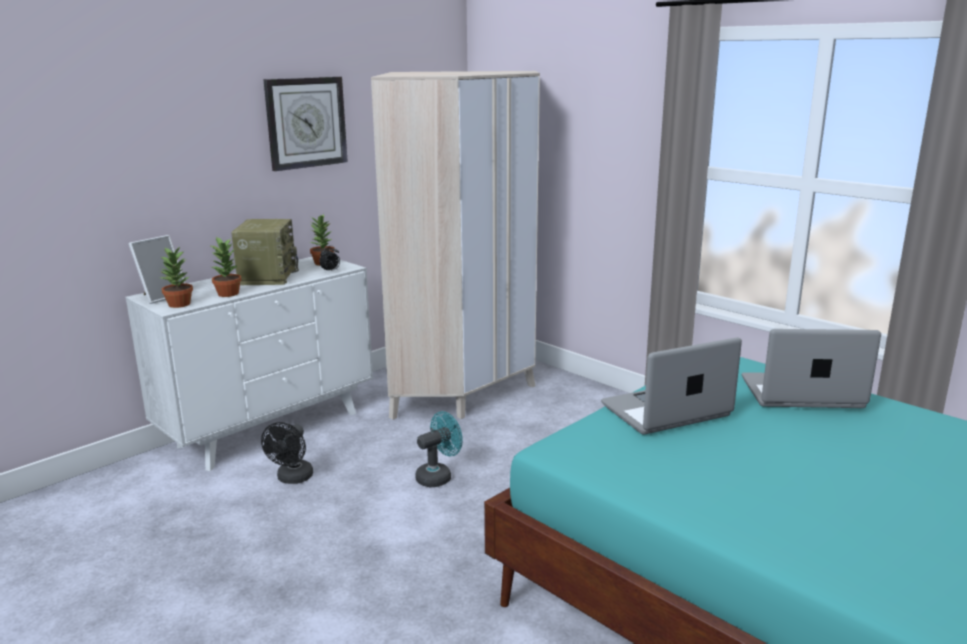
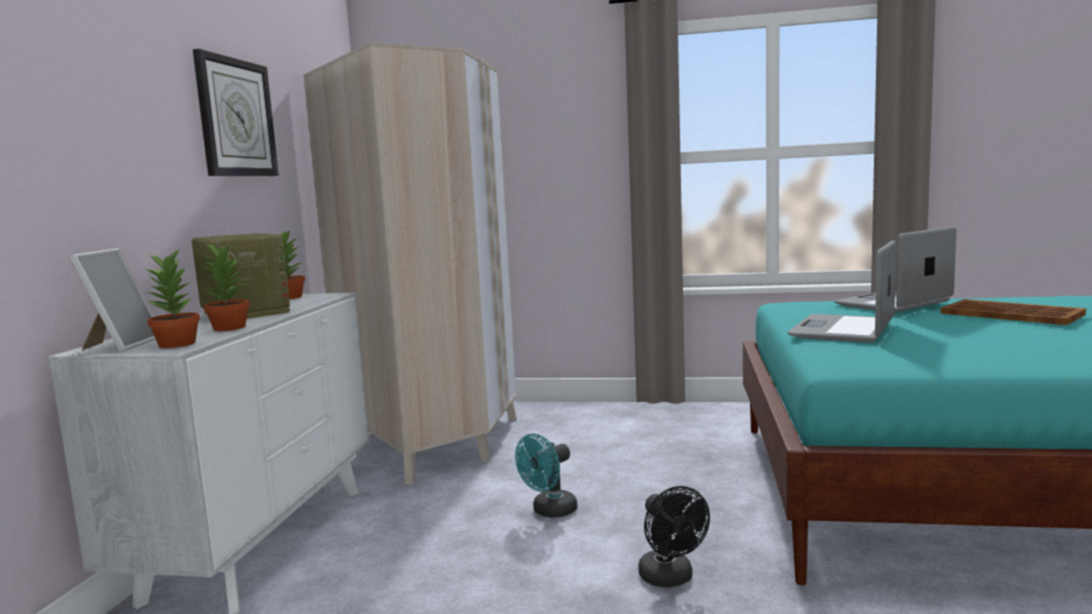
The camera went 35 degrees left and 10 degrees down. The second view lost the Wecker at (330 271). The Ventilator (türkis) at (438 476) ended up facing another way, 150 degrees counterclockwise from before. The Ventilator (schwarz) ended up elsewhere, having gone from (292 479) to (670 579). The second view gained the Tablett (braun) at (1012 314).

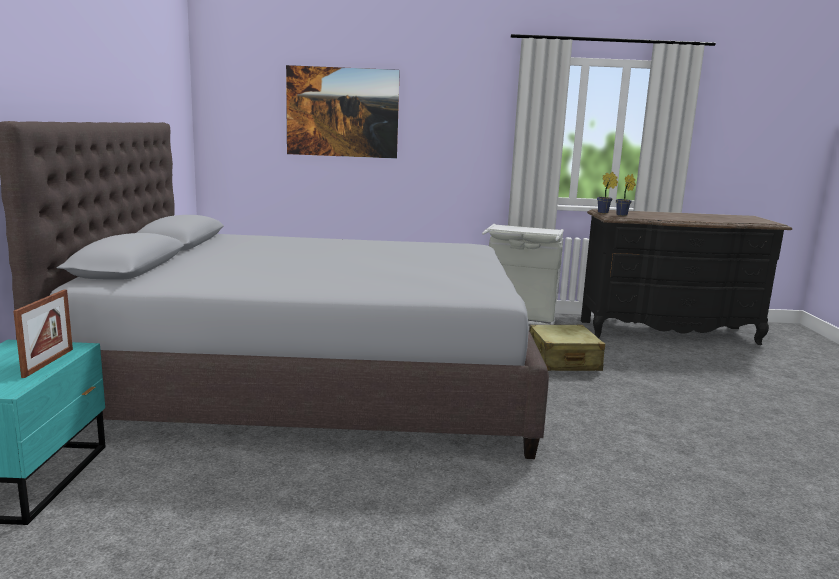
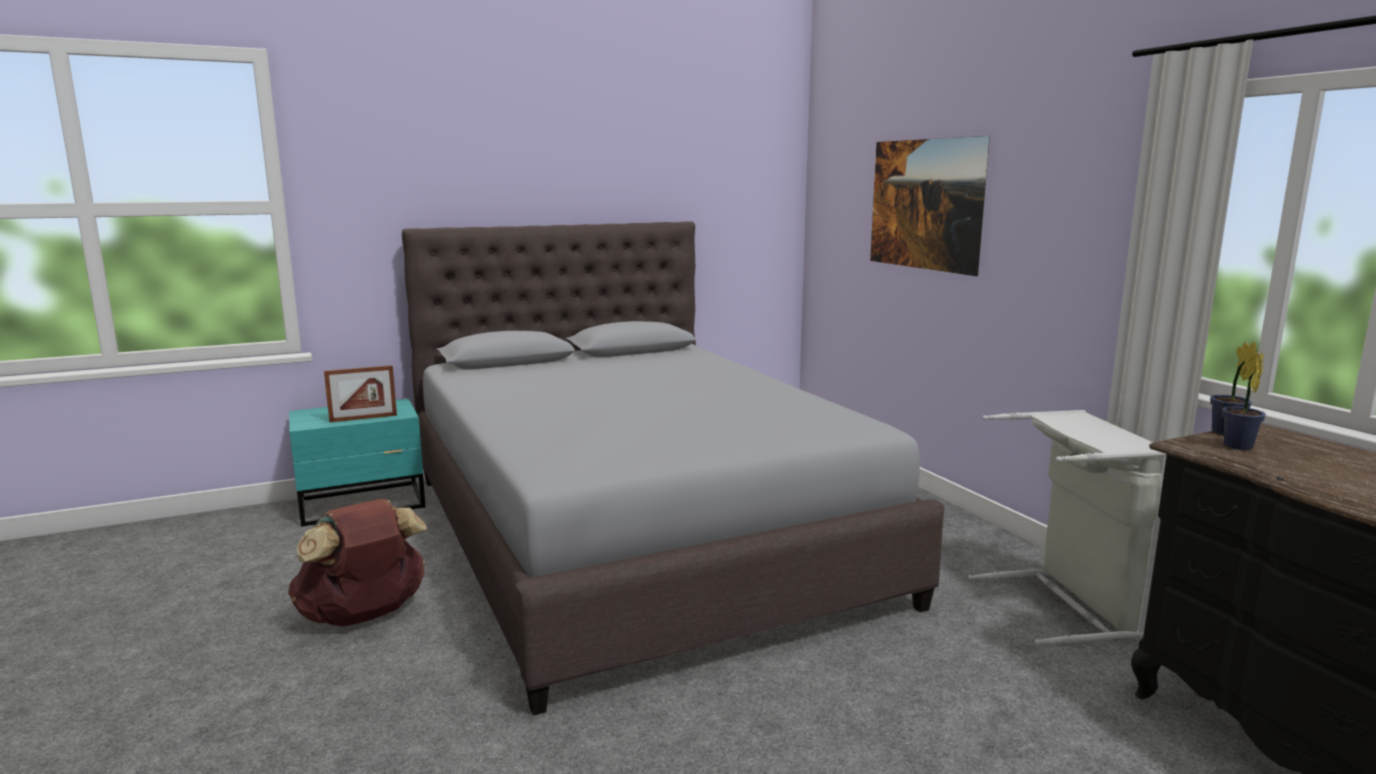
The camera went 65 degrees right and 0 degrees up. The second view lost the Koffer (beige) at (563 361). The second view gained the Rucksack (braun) at (364 616).

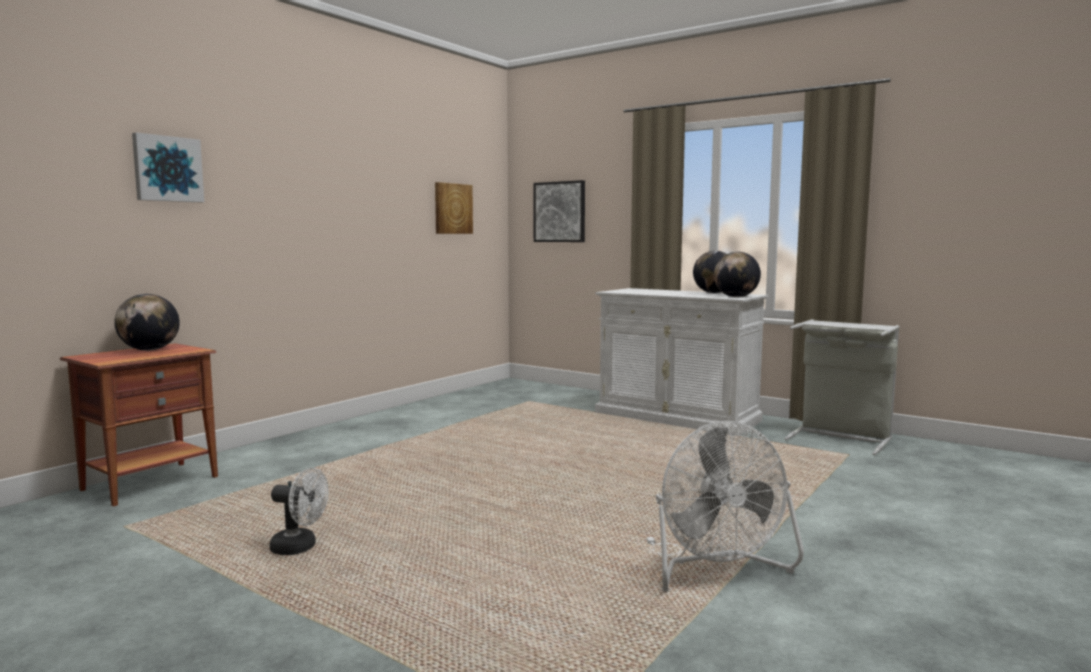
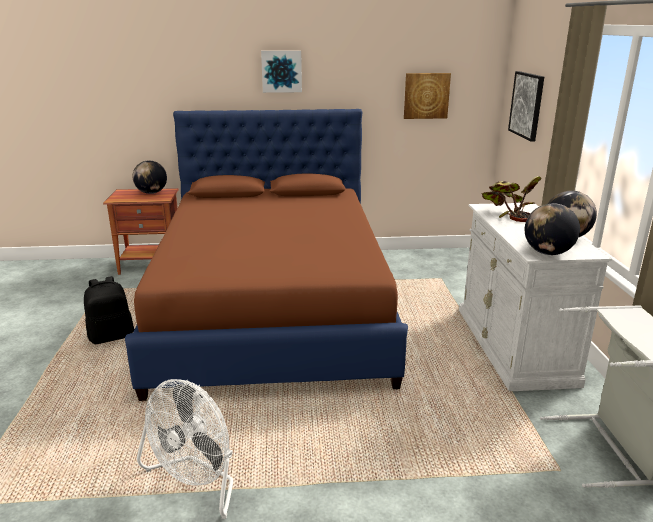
The camera went 50 degrees right and 15 degrees up. The Bild ended up elsewhere, having gone from (167 169) to (281 71). Where the Ventilator (weiß) stood at (300 547), the Rucksack (schwarz) came to stand at (112 336). The second view gained the Bett (braun) at (273 308). The second view gained the Topfpflanze at (508 214).

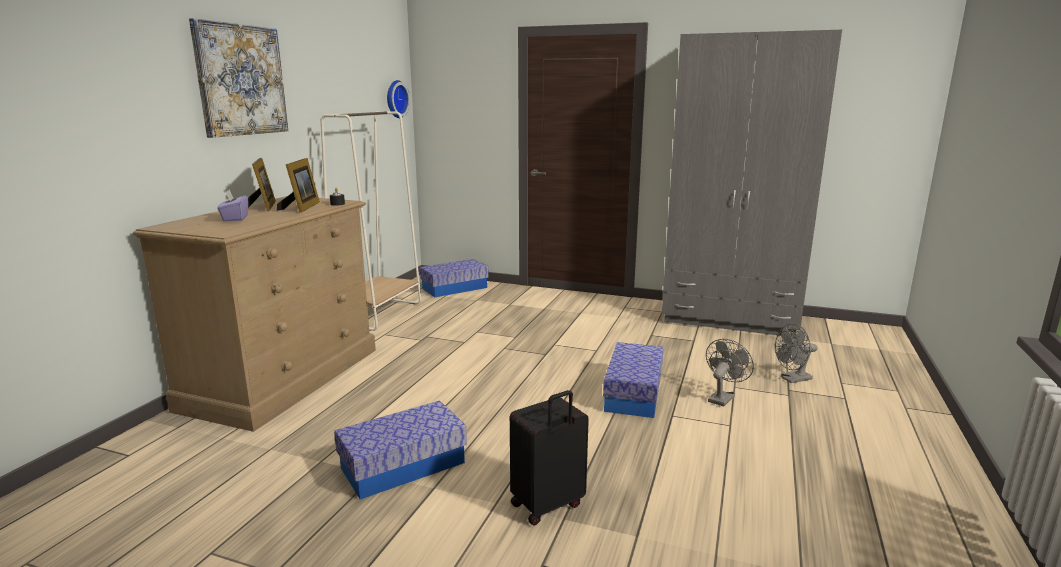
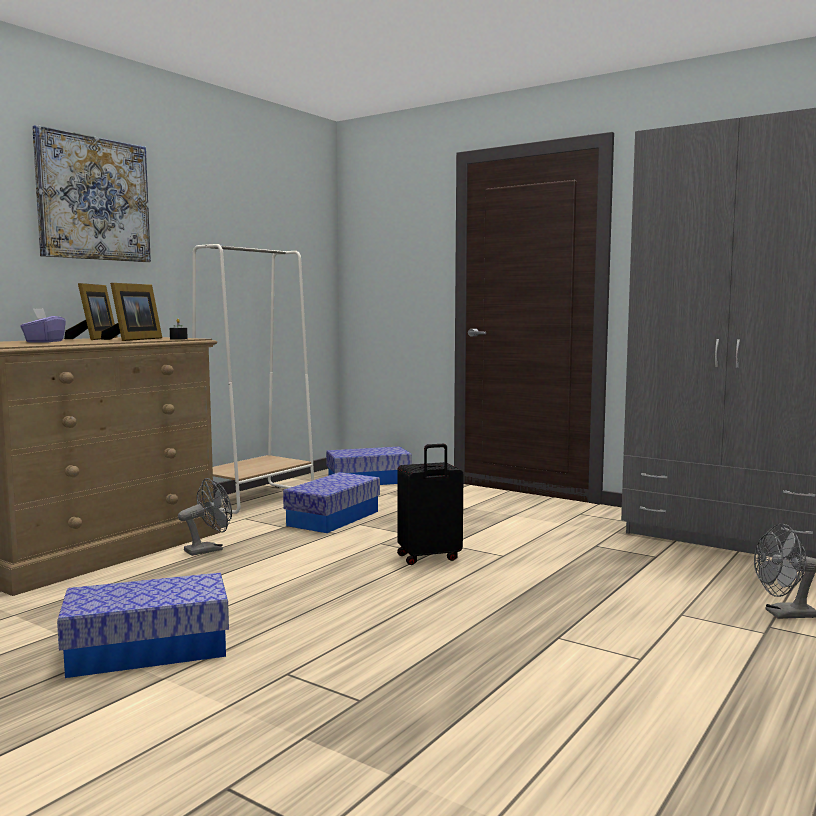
The camera went 15 degrees right and 10 degrees down. The second view lost the Wanduhr at (395 99). The Ventilator (grau) ended up elsewhere, having gone from (722 397) to (209 549). The Aufbewahrungsbox ended up elsewhere, having gone from (633 393) to (333 518). The Koffer (schwarz) ended up elsewhere, having gone from (548 505) to (429 558).

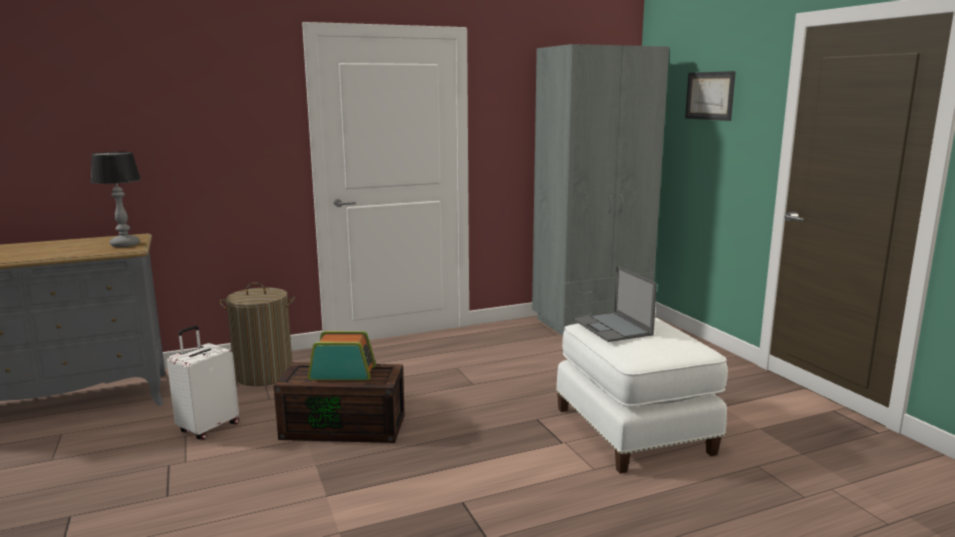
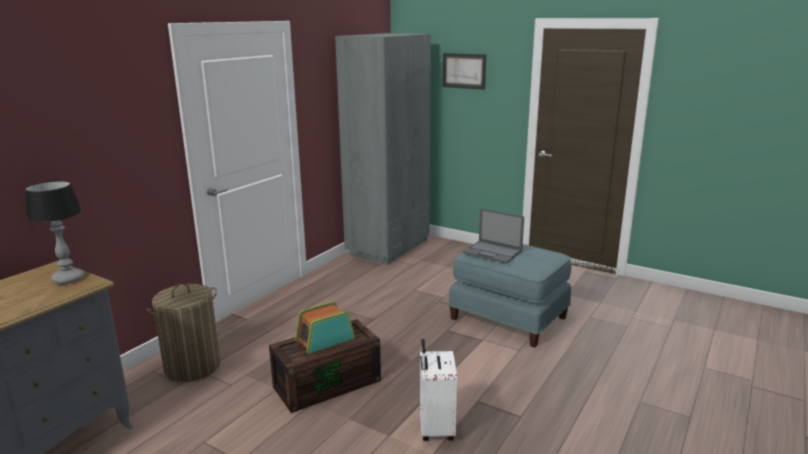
The camera went 35 degrees left and 5 degrees up. What was the Polsterhocker (weiß) at (635 430) turned into the Polsterhocker (blau) at (509 317). The Koffer (weiß) ended up elsewhere, having gone from (208 428) to (435 428).

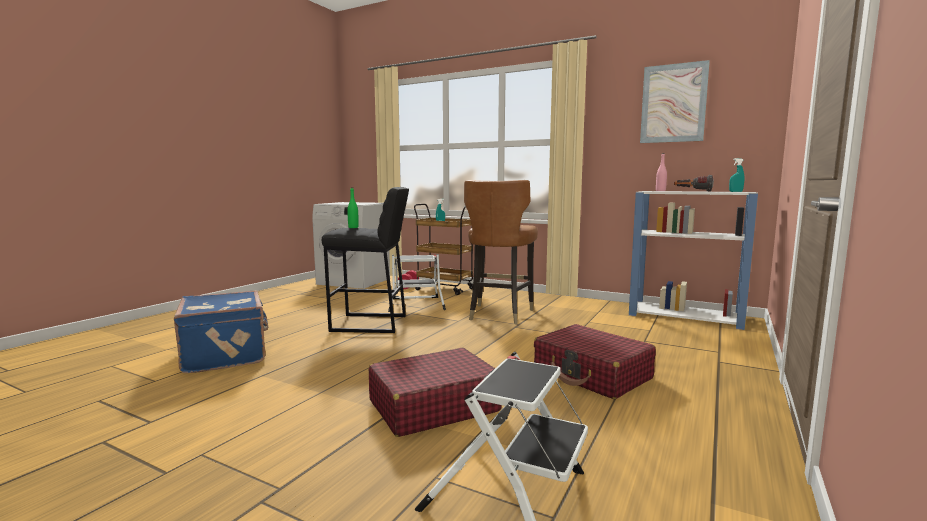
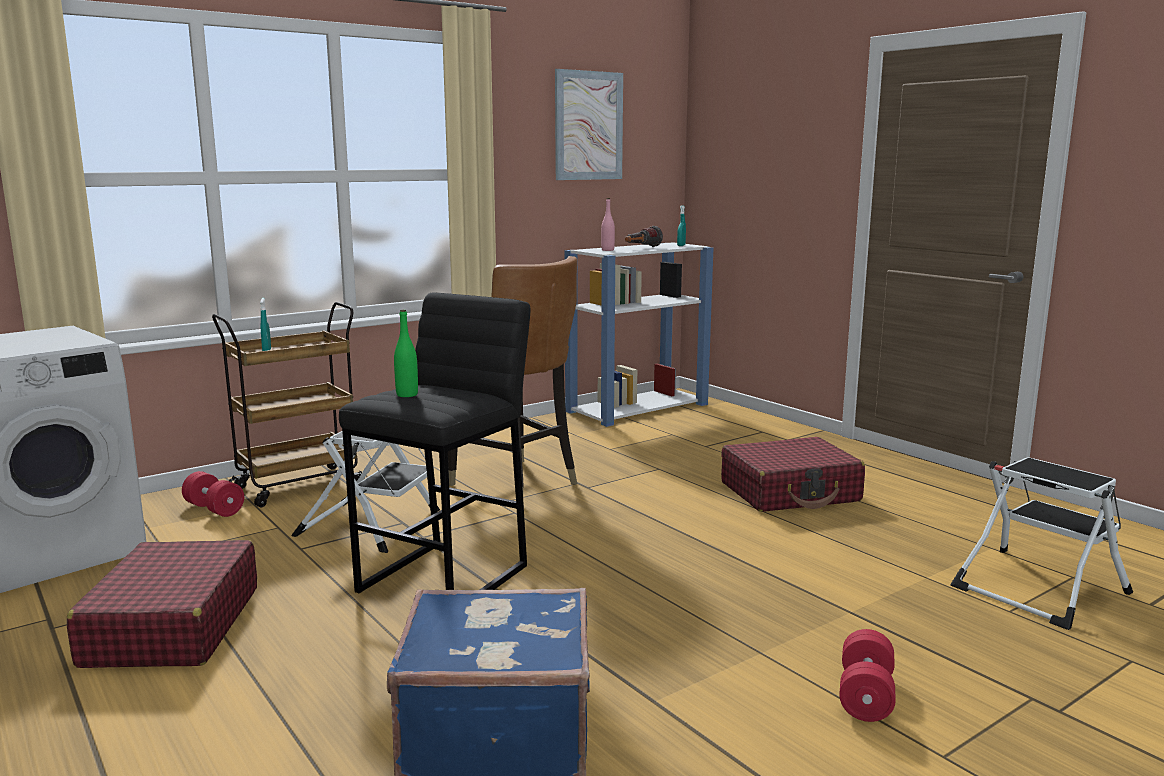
The camera went 65 degrees left and 5 degrees up. The Koffer (rot) ended up elsewhere, having gone from (433 406) to (172 626). The second view gained the Hantel (rot) at (865 696).

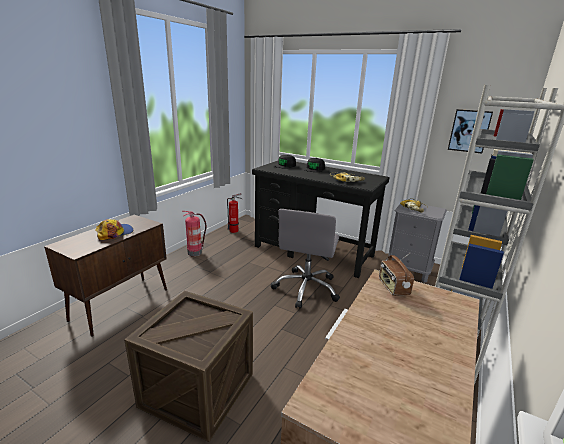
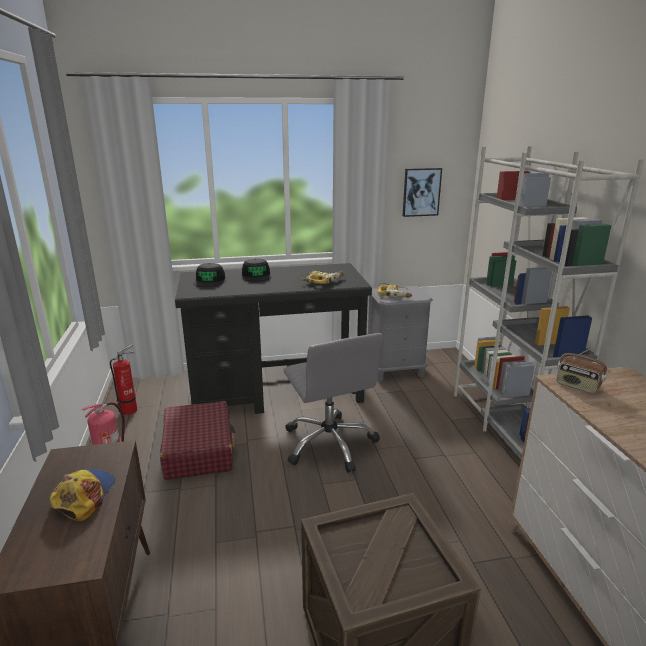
The camera went 40 degrees left and 0 degrees up. The second view gained the Koffer (rot) at (199 450).

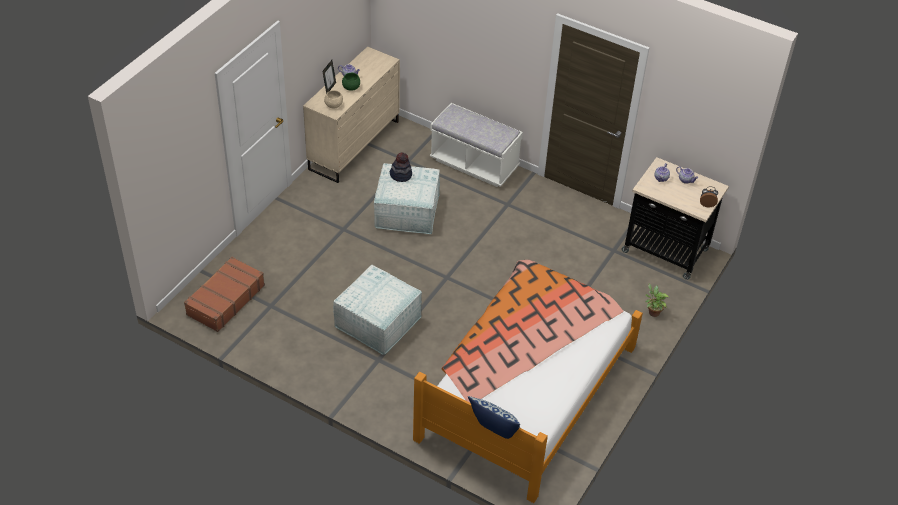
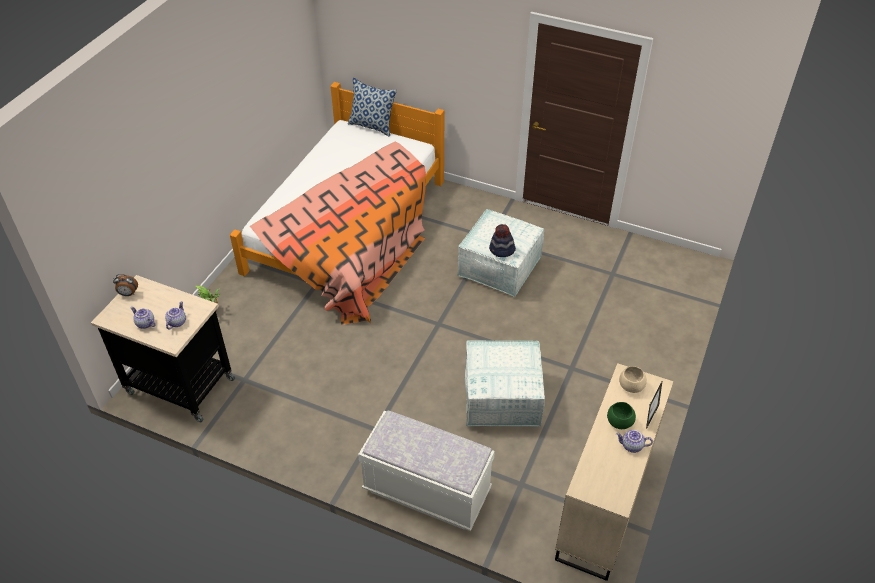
The camera went 175 degrees right and 0 degrees up. The Hut ended up elsewhere, having gone from (401 175) to (502 250). The second view lost the Koffer (braun) at (225 300).

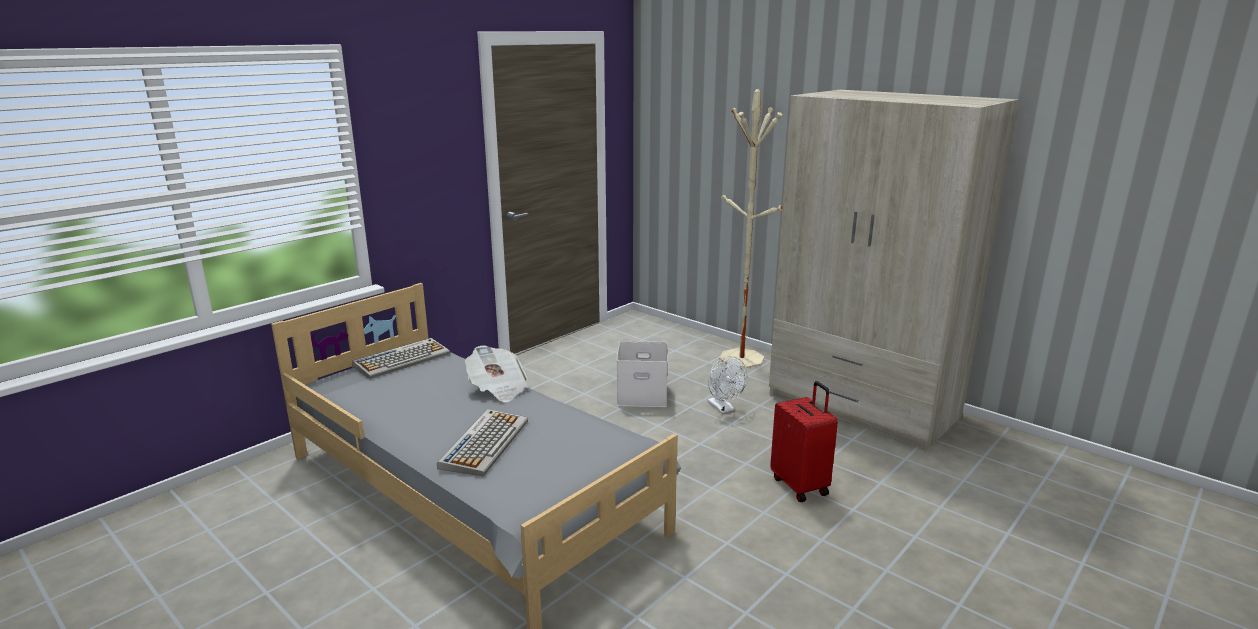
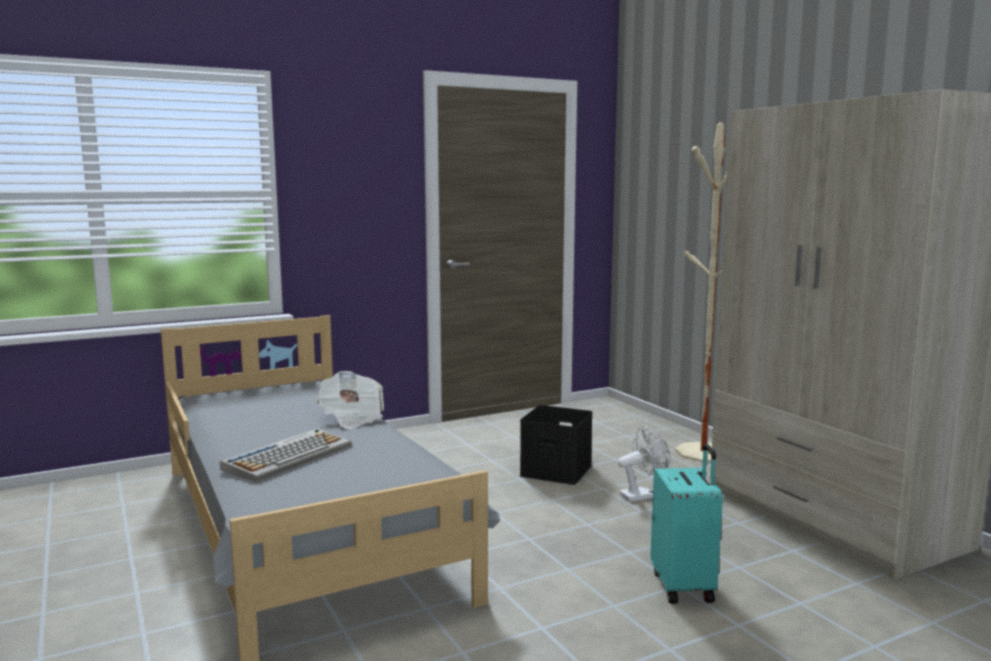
The camera went 20 degrees right and 10 degrees down. The second view lost the Tastatur at (402 359). What was the Aufbewahrungsbox (weiß) at (643 395) turned into the Aufbewahrungsbox (schwarz) at (557 470). The Ventilator (weiß) at (723 408) ended up facing another way, 105 degrees counterclockwise from before. What was the Koffer (rot) at (800 485) turned into the Koffer (türkis) at (684 586).

